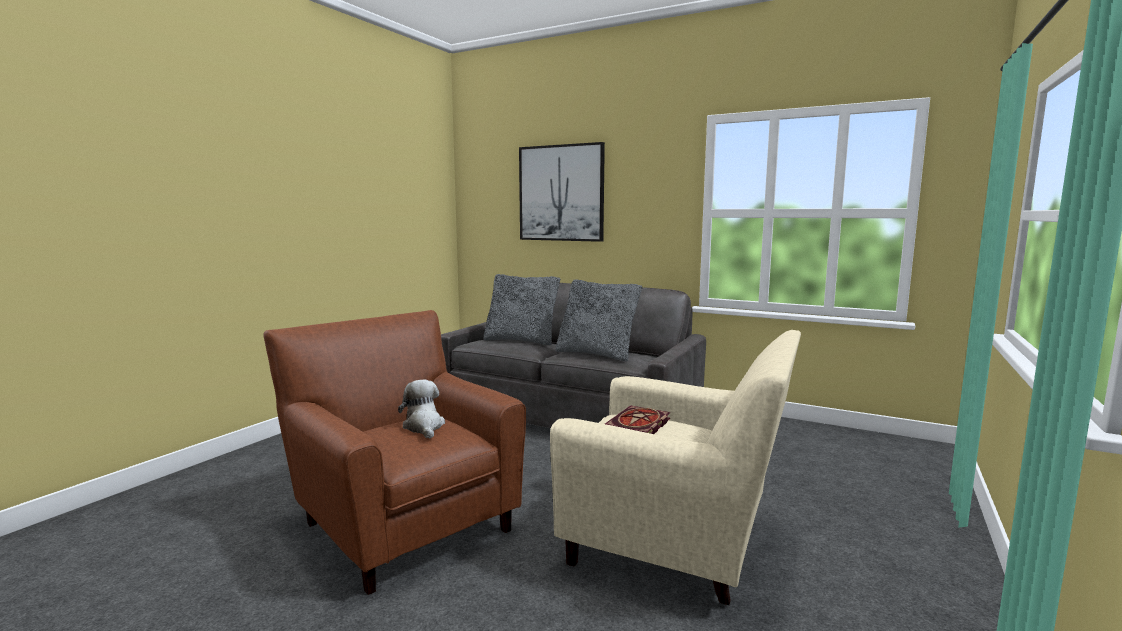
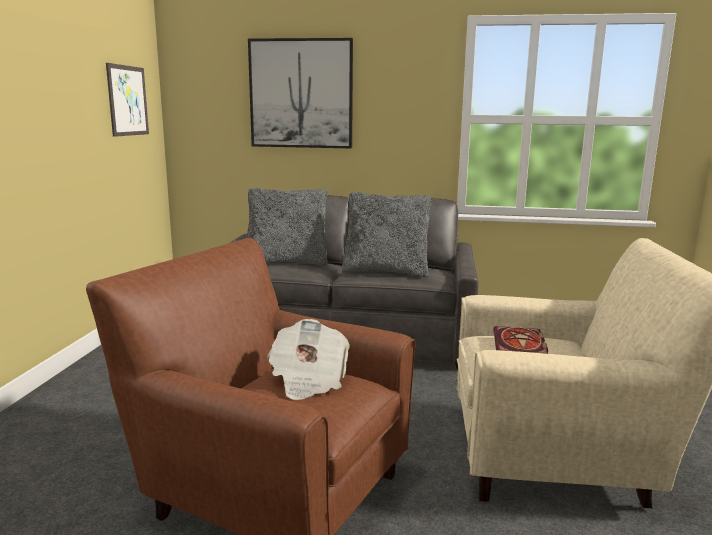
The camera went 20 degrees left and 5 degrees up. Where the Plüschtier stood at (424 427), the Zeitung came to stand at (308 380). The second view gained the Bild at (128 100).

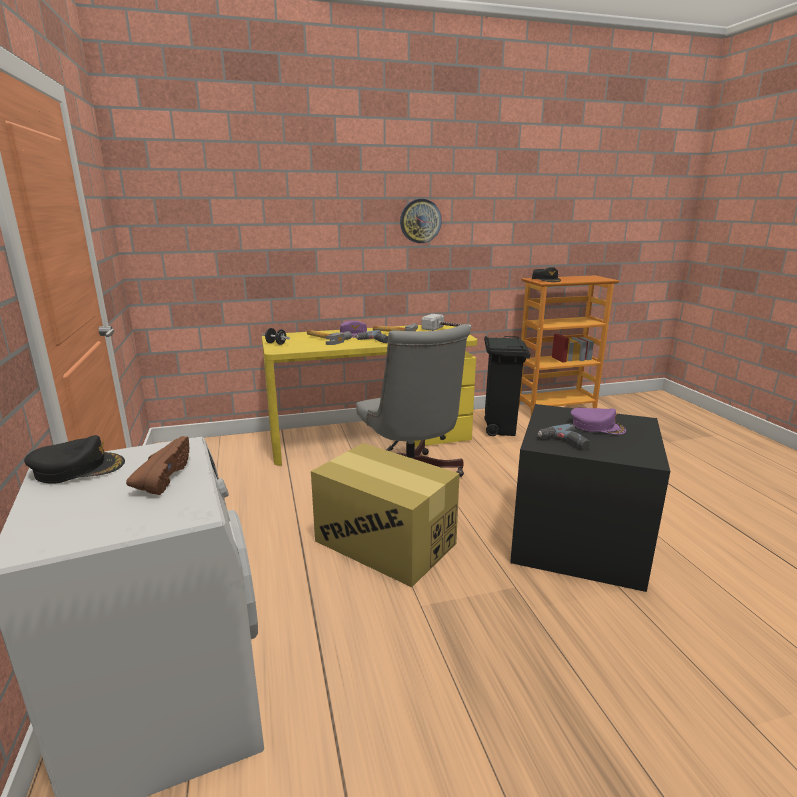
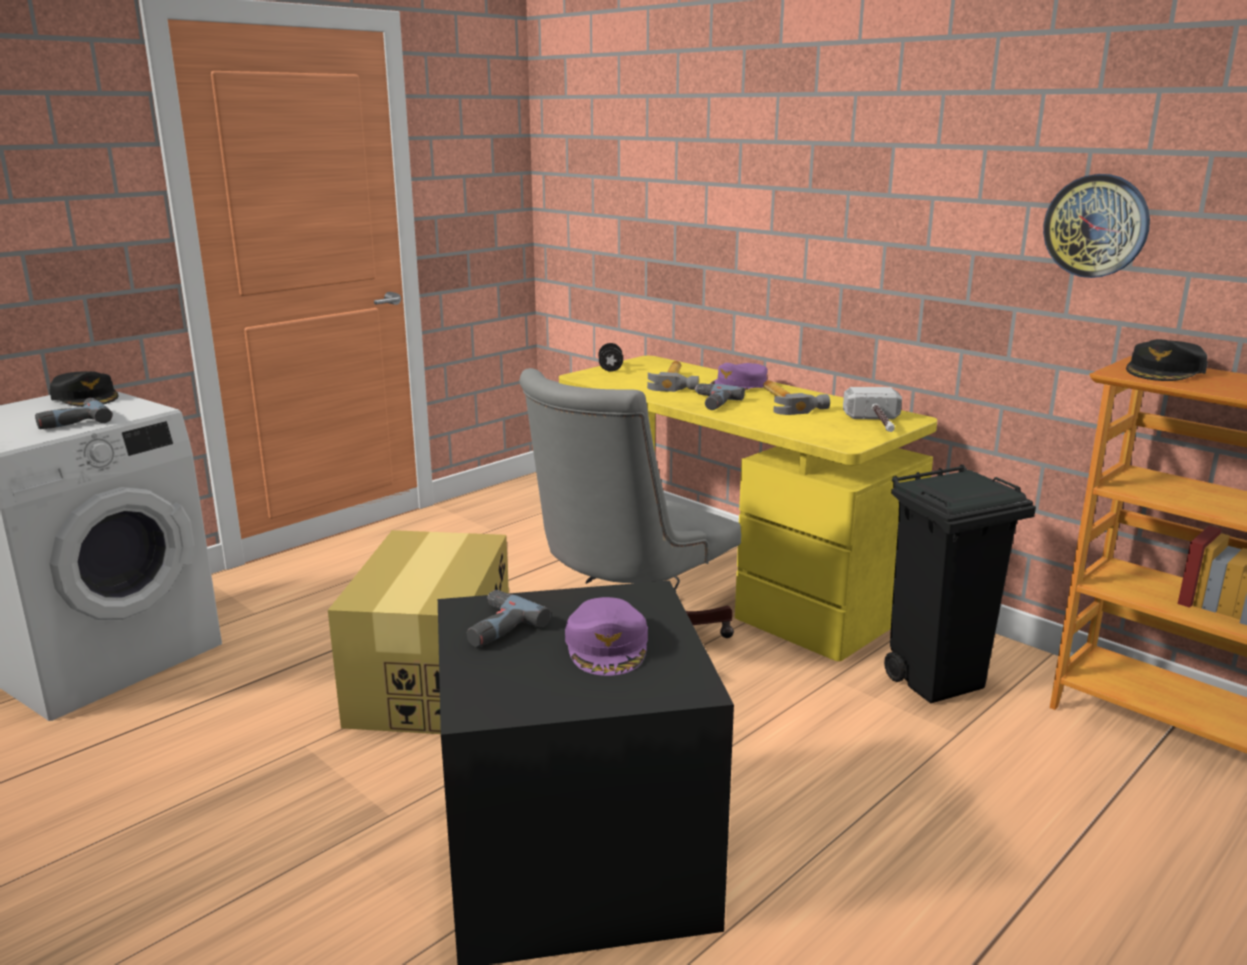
The camera went 60 degrees right and 0 degrees up. The Wanduhr ended up elsewhere, having gone from (420 221) to (1096 226). Where the Schuh (braun) stood at (162 477), the Bohrmaschine came to stand at (72 421).

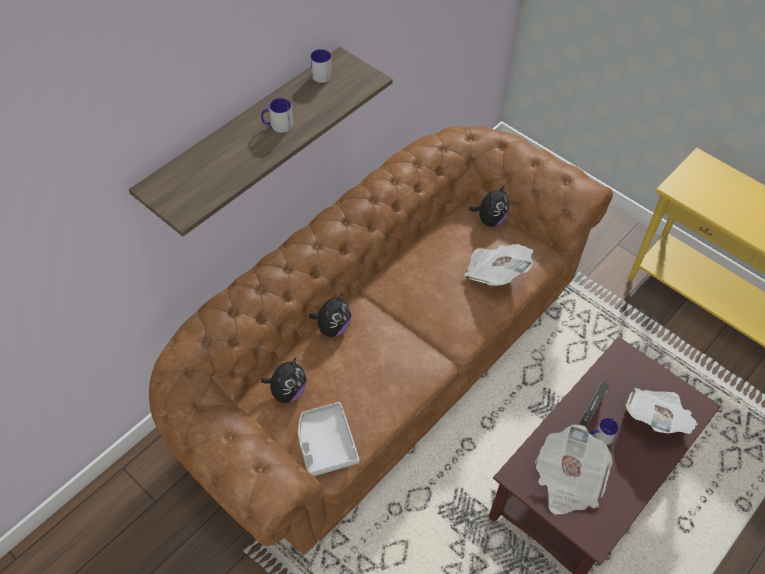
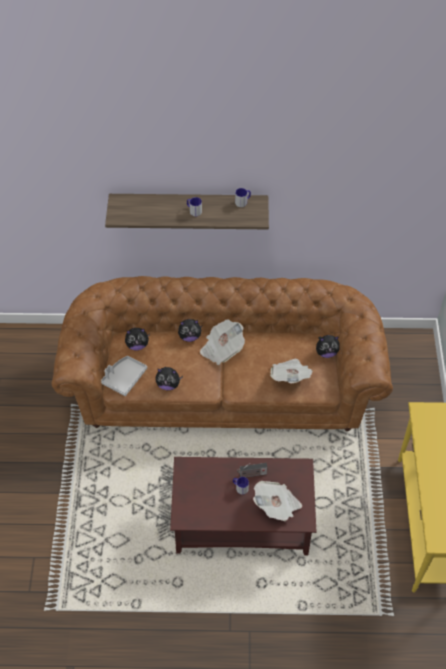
The camera went 50 degrees right and 0 degrees up. The Zeitung ended up elsewhere, having gone from (568 480) to (222 349). The second view gained the Plüschtier at (168 384).

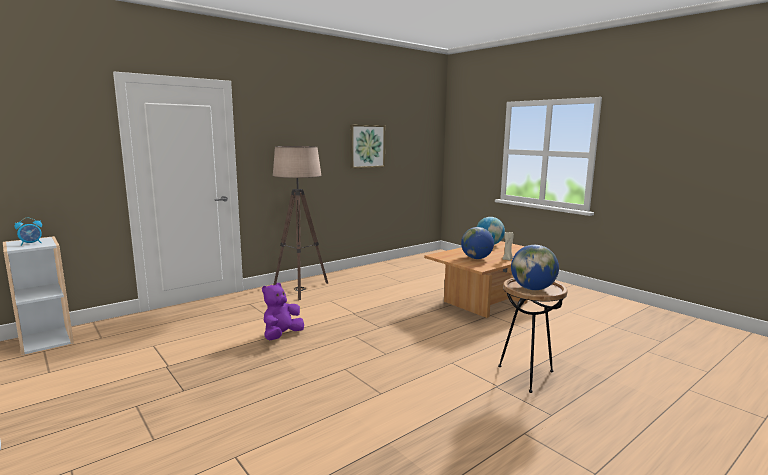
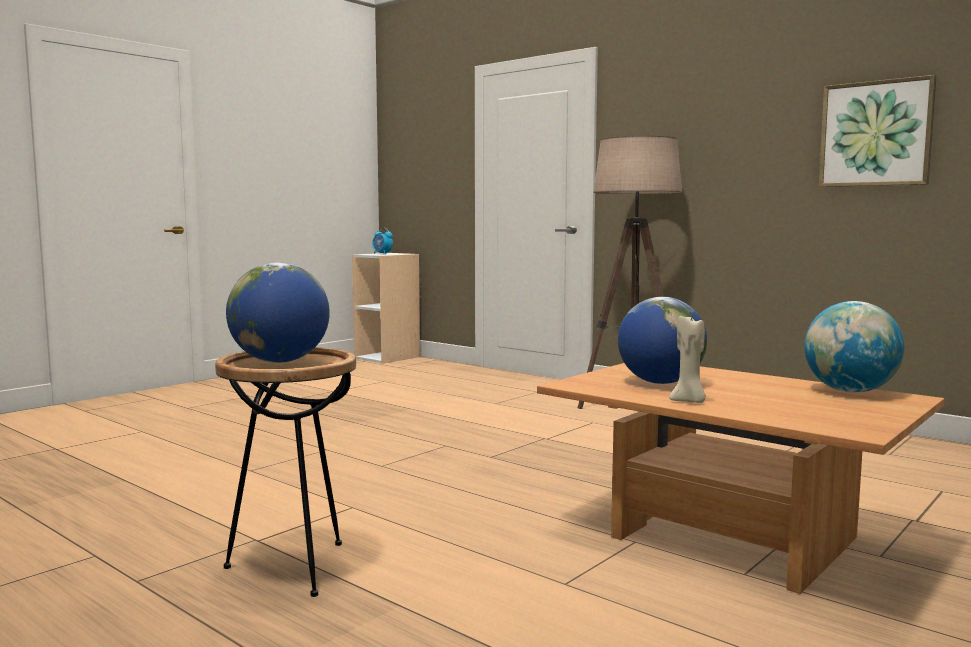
The camera went 80 degrees right and 5 degrees down. The second view lost the Plüschtier (lila) at (282 335).

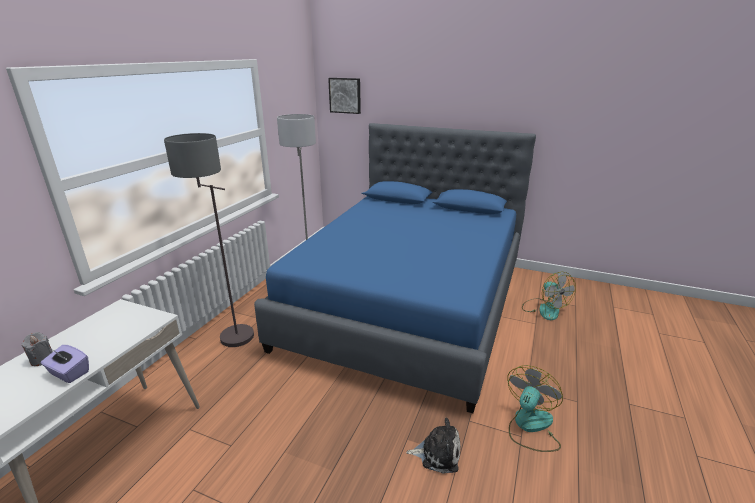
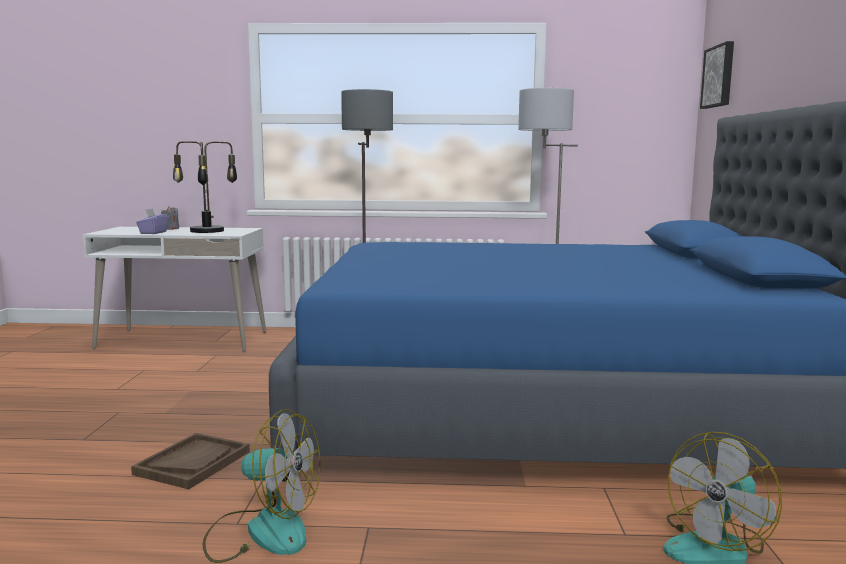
The camera went 70 degrees right and 15 degrees down. Where the Plüschtier stood at (437 453), the Tablett (braun) came to stand at (193 463). The second view gained the Tischlampe at (206 231).

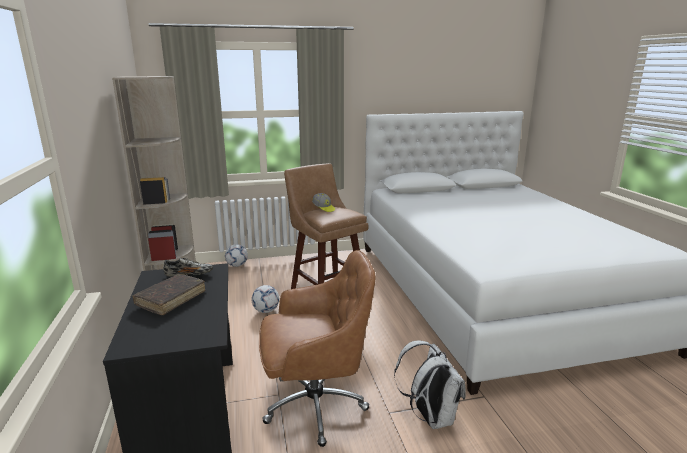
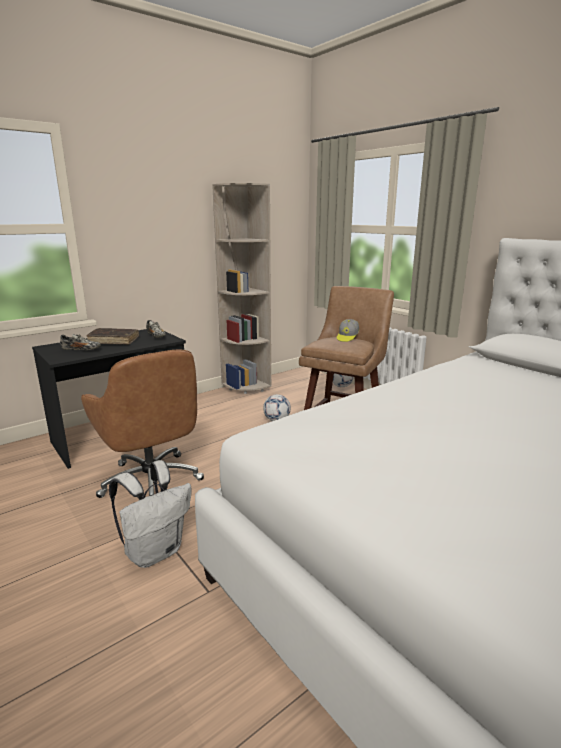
The camera went 65 degrees right and 0 degrees up. The second view gained the Schuh at (81 350).

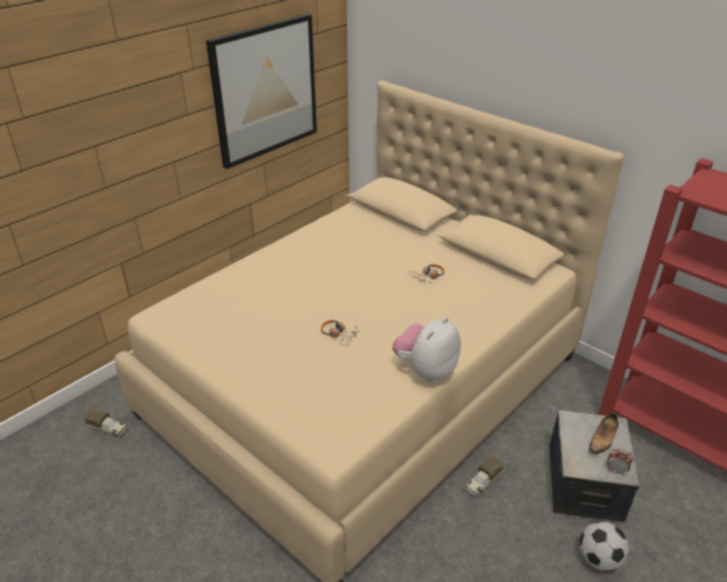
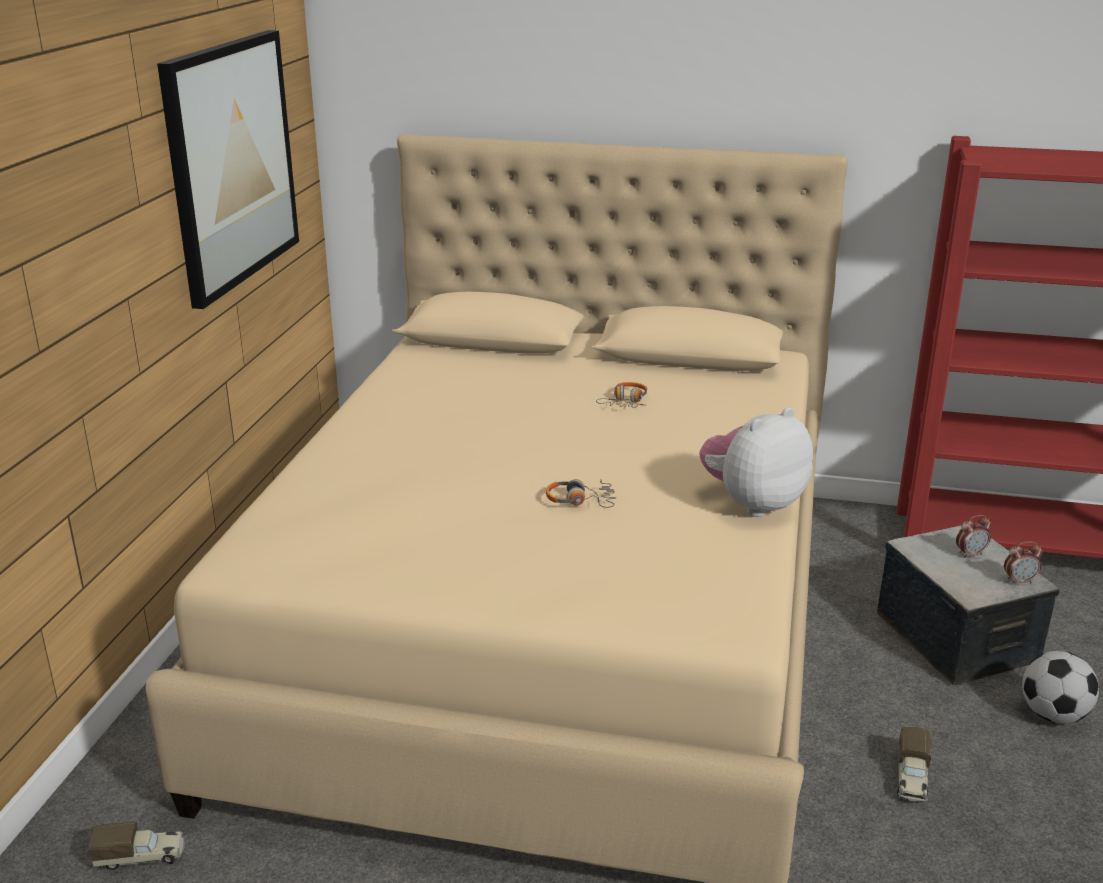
The camera went 30 degrees left and 10 degrees down. The Plüschtier at (426 370) ended up facing another way, 45 degrees clockwise from before. Where the Schuh stood at (603 439), the Wecker came to stand at (970 554). The Spielzeuglaster ended up elsewhere, having gone from (482 482) to (911 779).

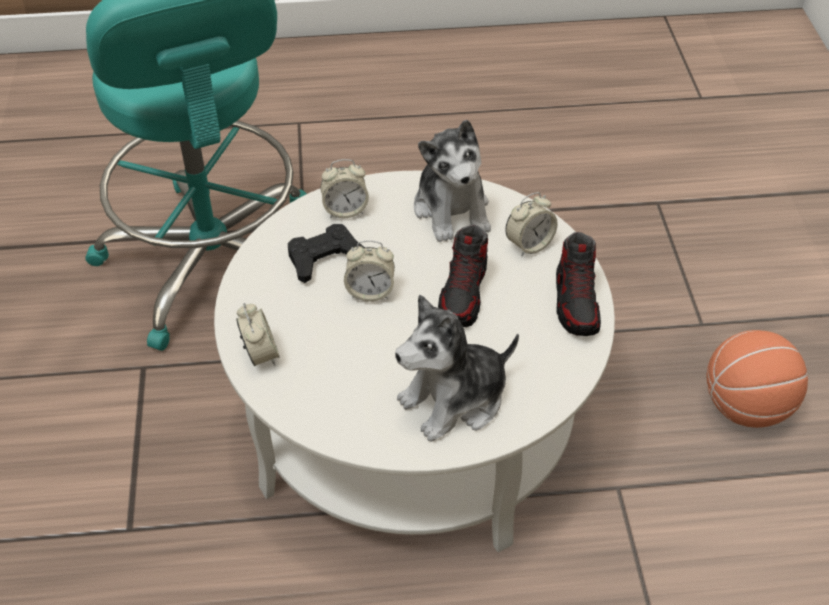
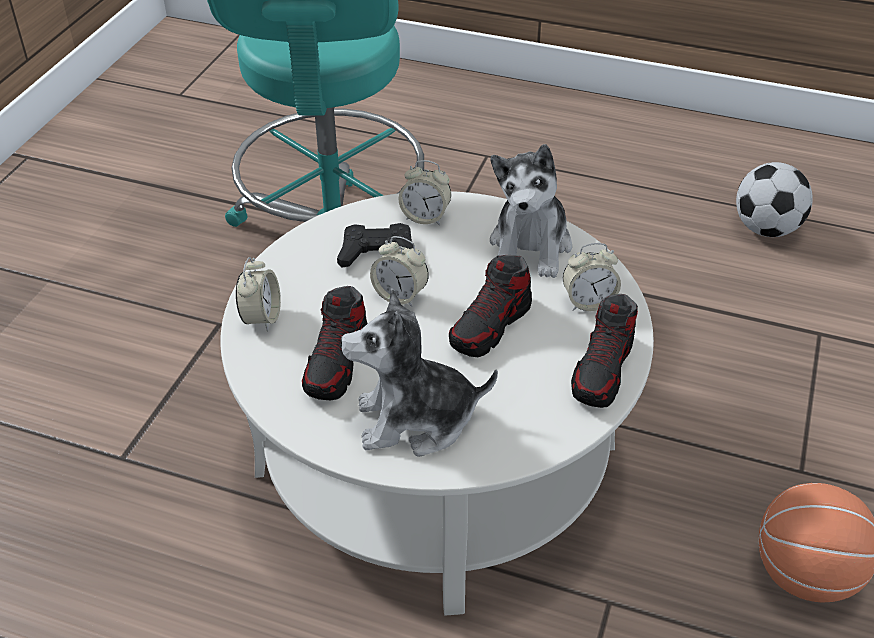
The camera went 25 degrees right and 5 degrees down. The second view gained the Fußball at (766 229). The second view gained the Schuh at (337 364).

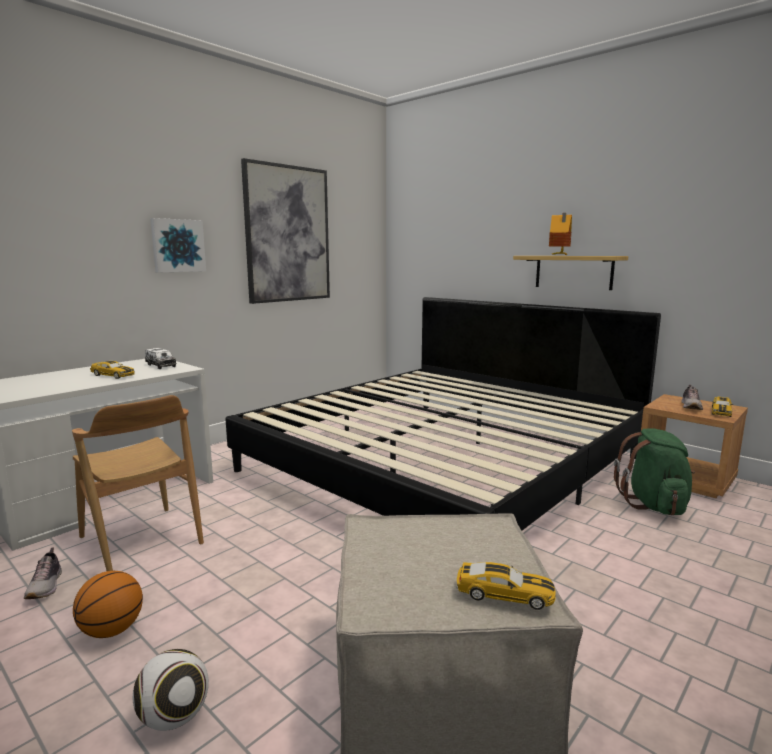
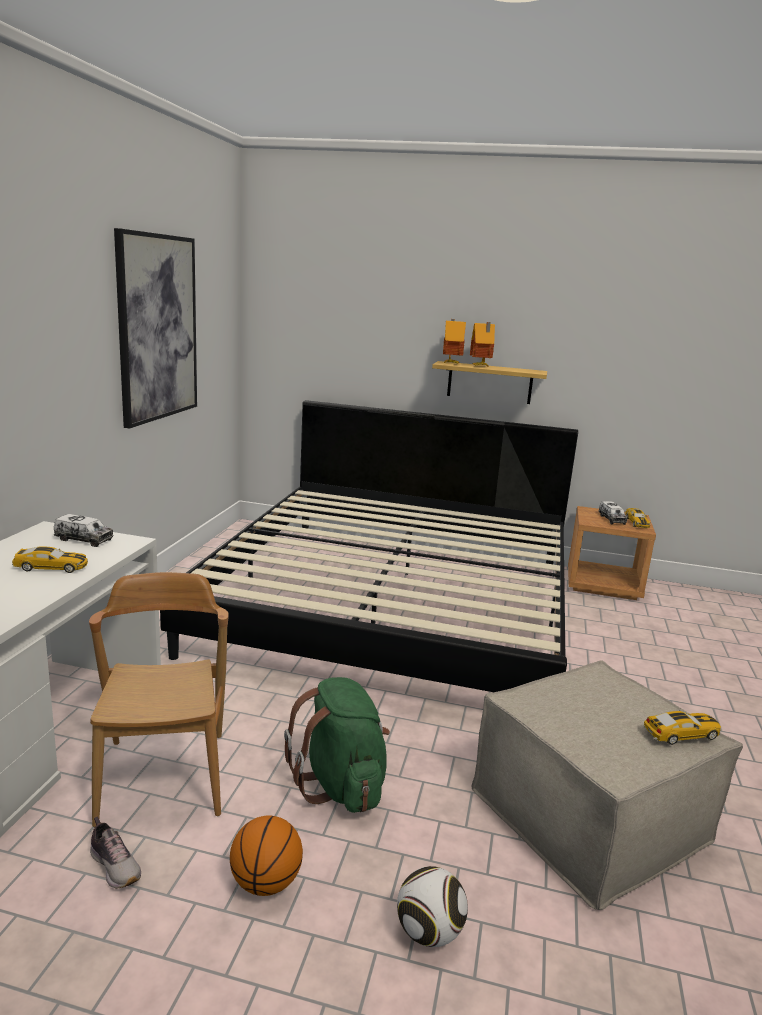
The camera went 30 degrees left and 5 degrees up. The second view lost the Bild at (177 245). Where the Schuh stood at (691 406), the Spielzeuglaster came to stand at (611 519). The Stuhl (braun) at (141 540) ended up facing another way, 120 degrees counterclockwise from before. The Rucksack (grün) ended up elsewhere, having gone from (654 505) to (341 785). The second view gained the Spielzeughaus at (451 363).

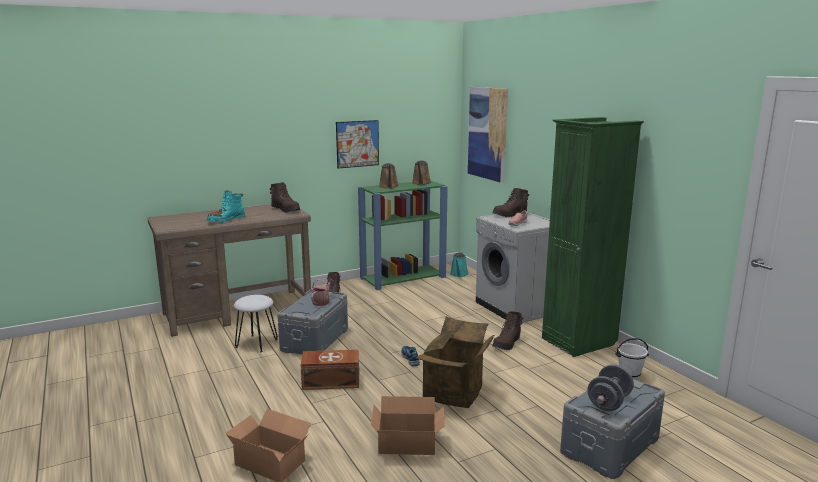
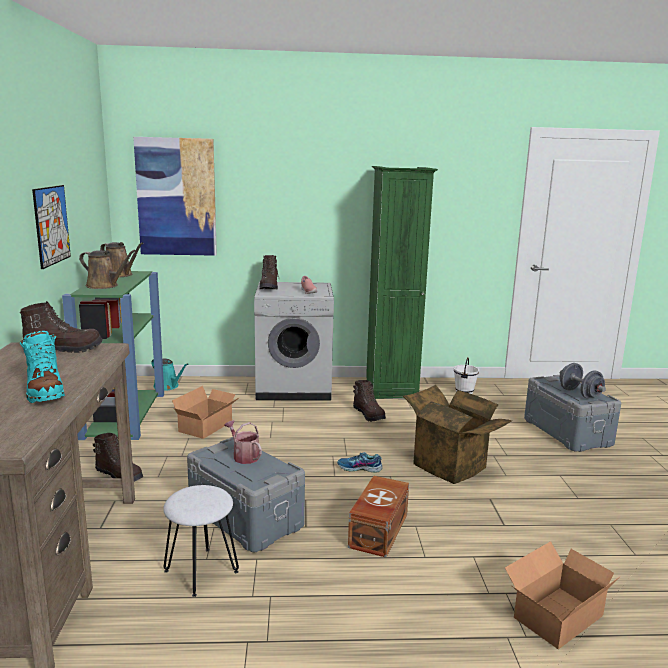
The camera went 65 degrees left and 0 degrees up. The Karton ended up elsewhere, having gone from (408 444) to (208 426).

